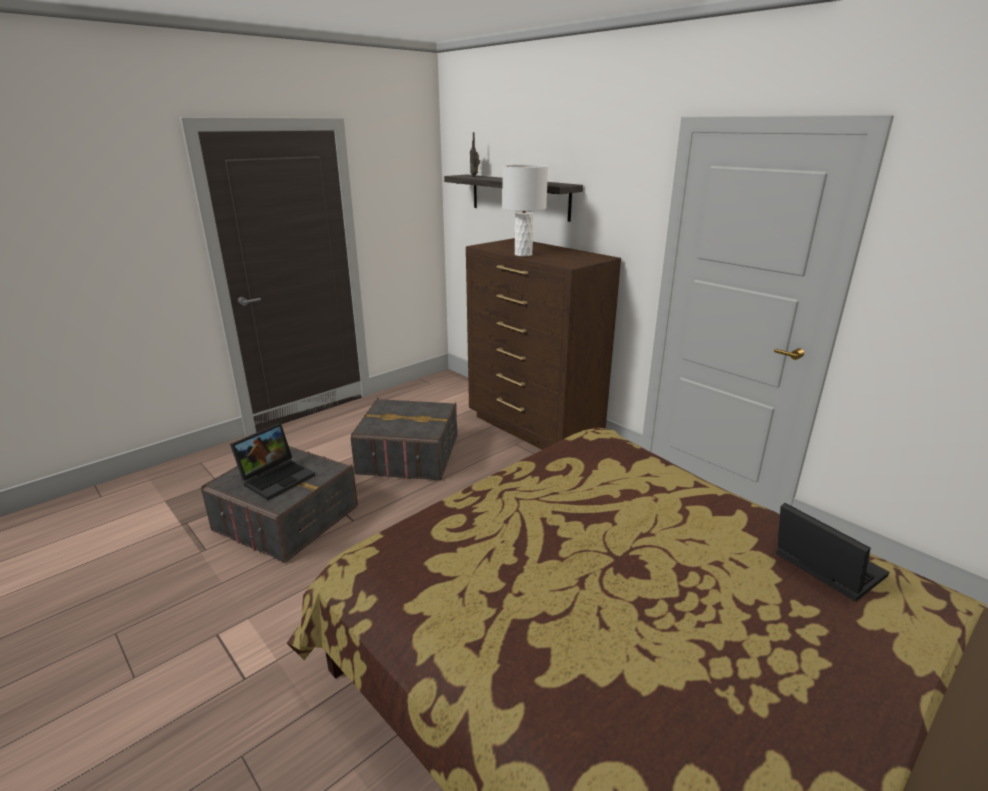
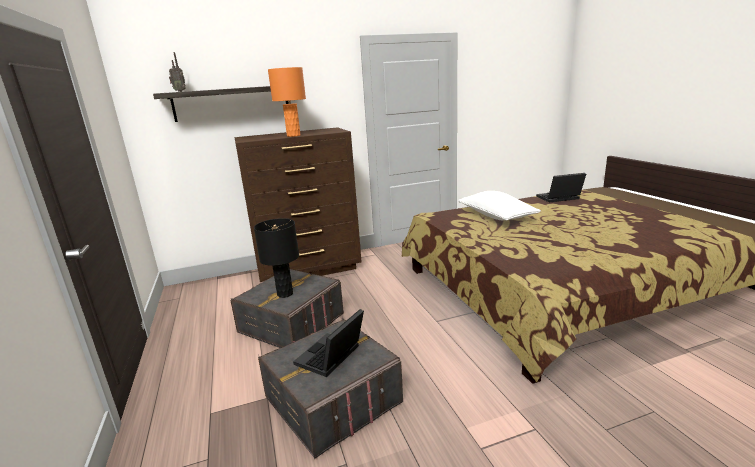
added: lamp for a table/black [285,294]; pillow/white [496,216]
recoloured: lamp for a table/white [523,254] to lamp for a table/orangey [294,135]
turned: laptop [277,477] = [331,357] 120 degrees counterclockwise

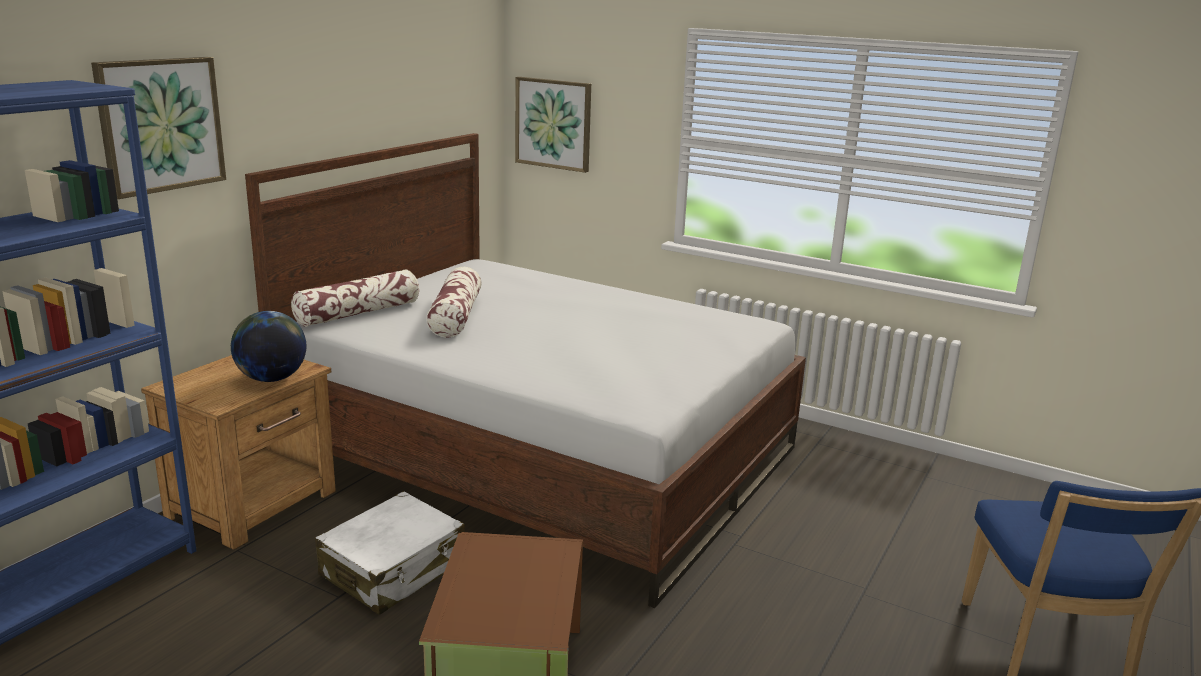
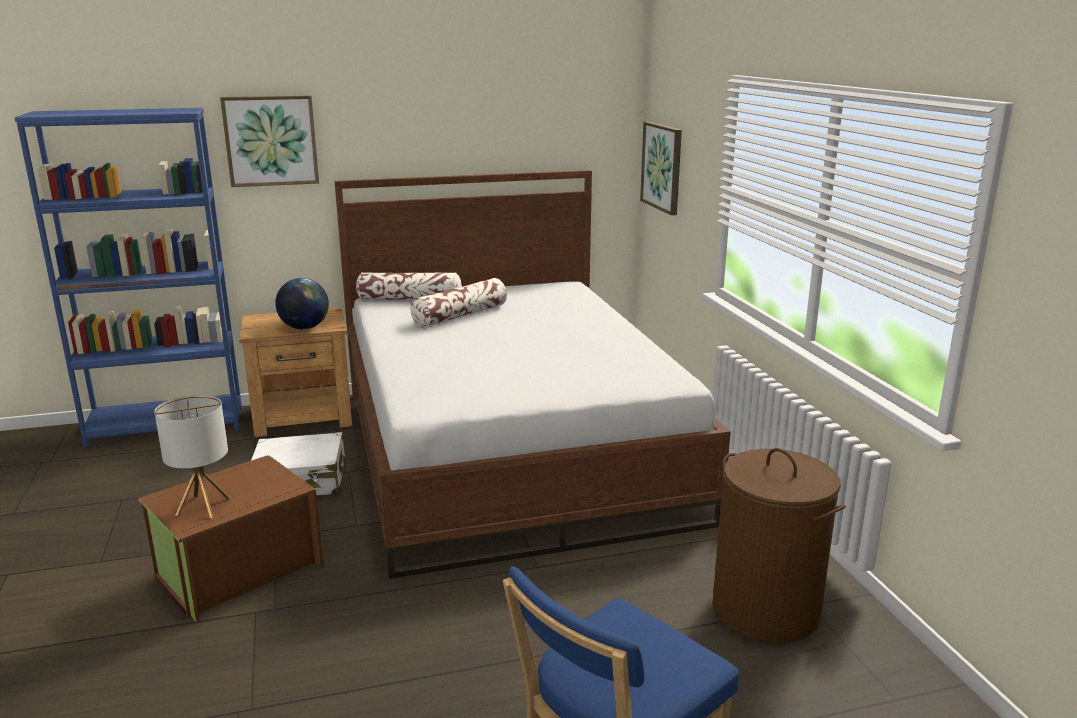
added: lamp for a table [203,506]; laundry basket/brownish [766,610]

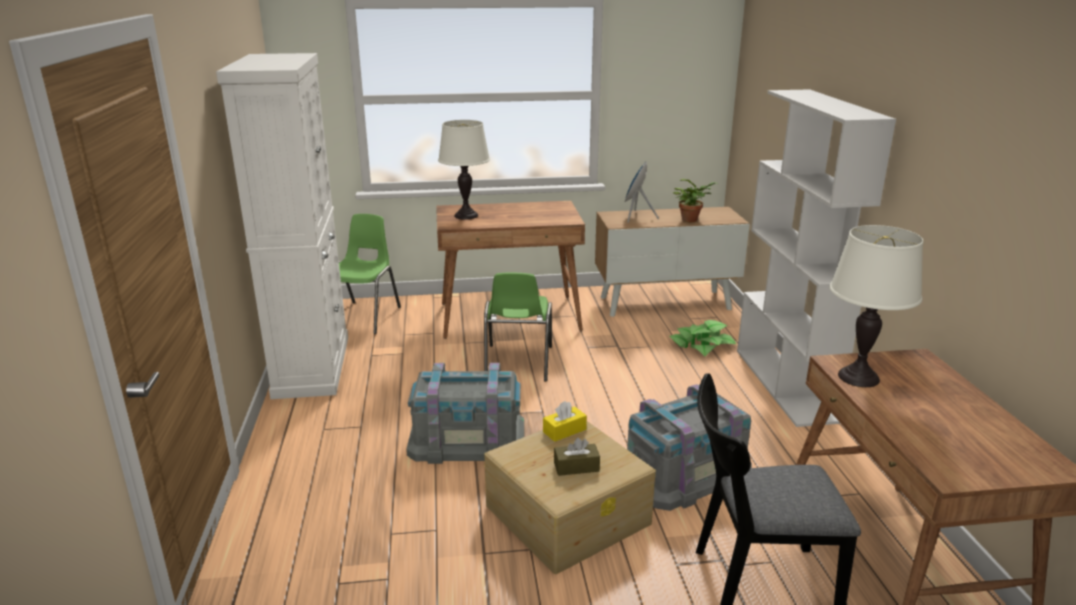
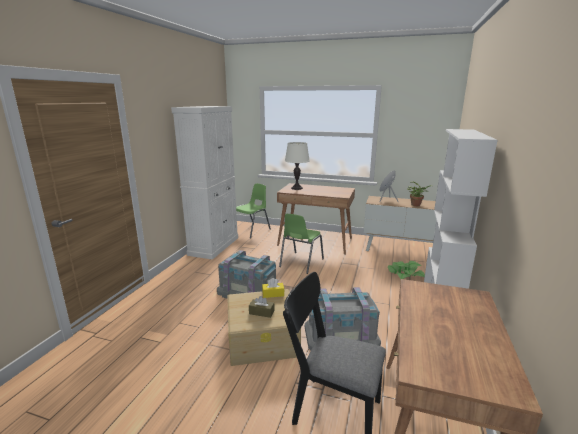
removed: lamp for a table/white [858,377]

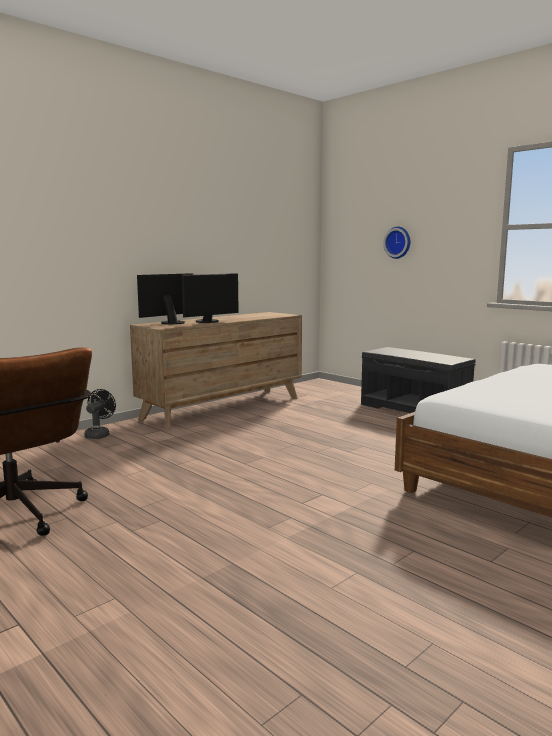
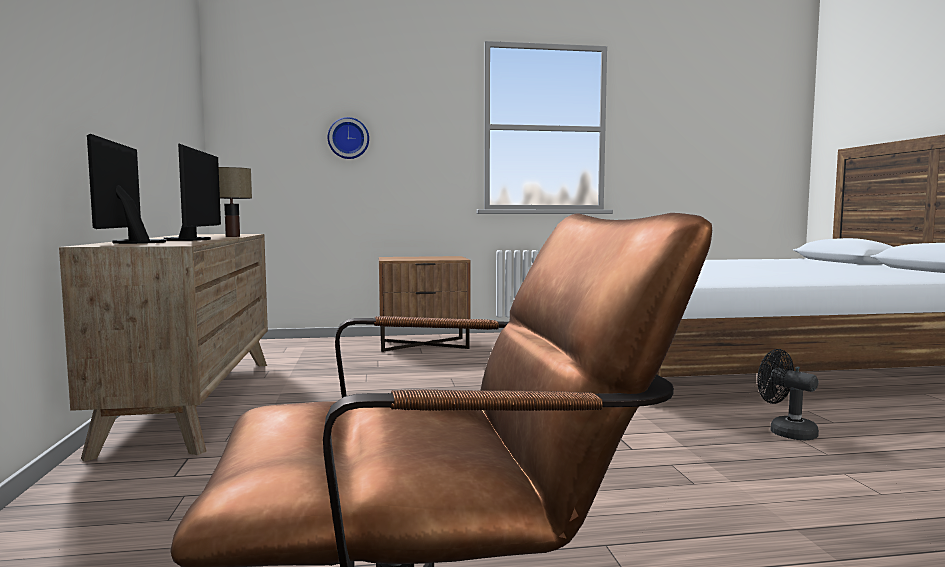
added: lamp for a table [233,236]
moved: cooling fan/black [99,434] to [785,432]
replaced: bench/greyish [415,409] to night table/brownish [424,344]

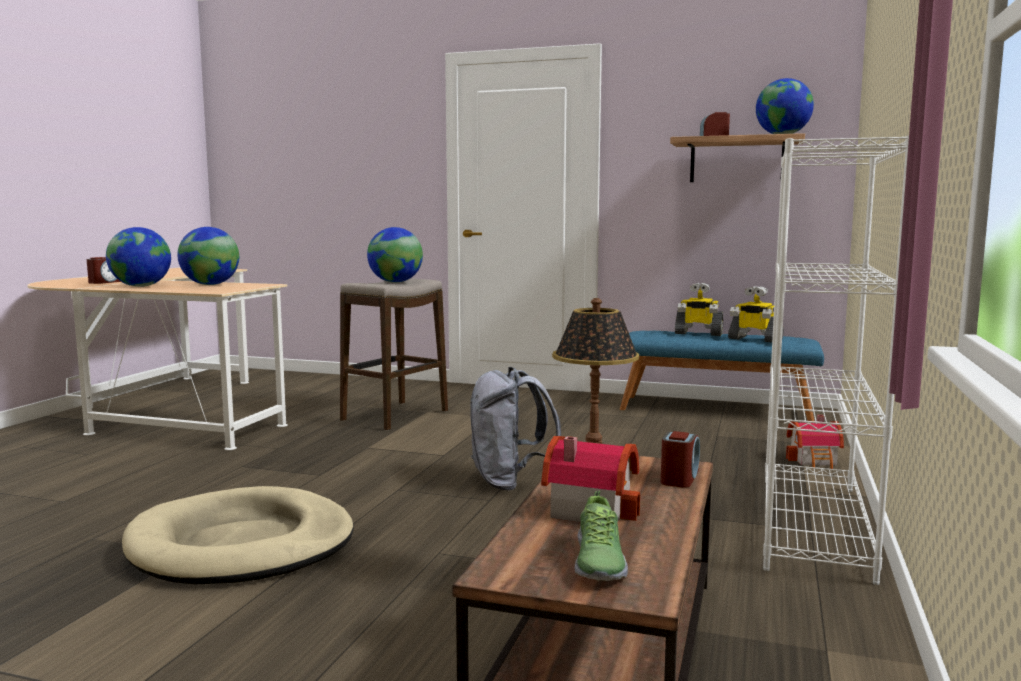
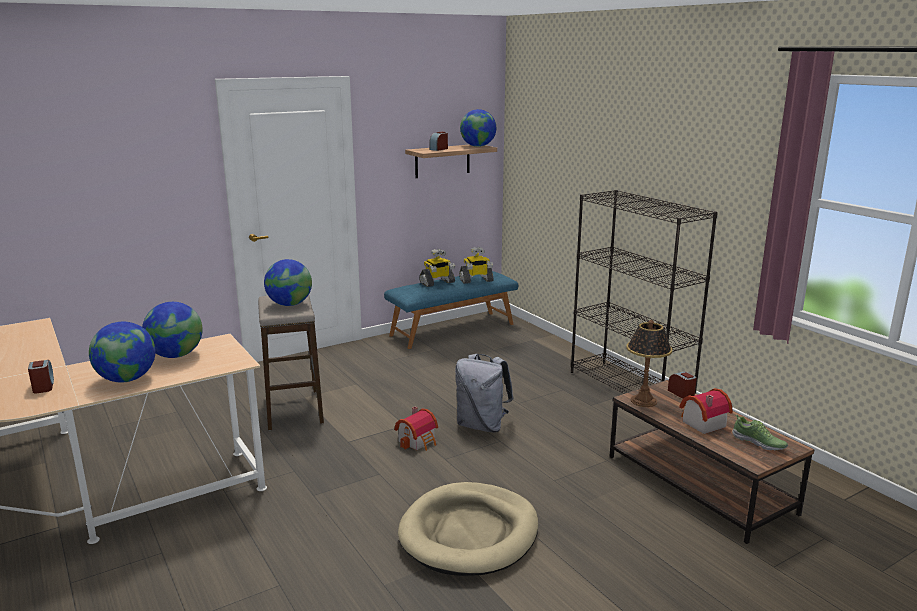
moved: model house [815,460] to [418,441]
recoloured: bookshelf/white [814,526] to bookshelf/black [630,389]

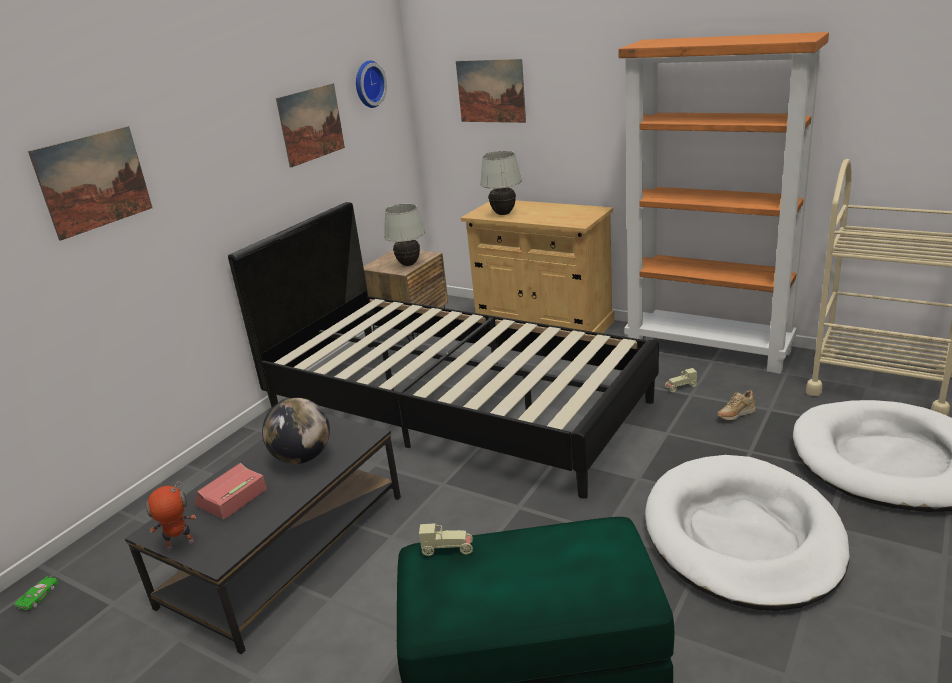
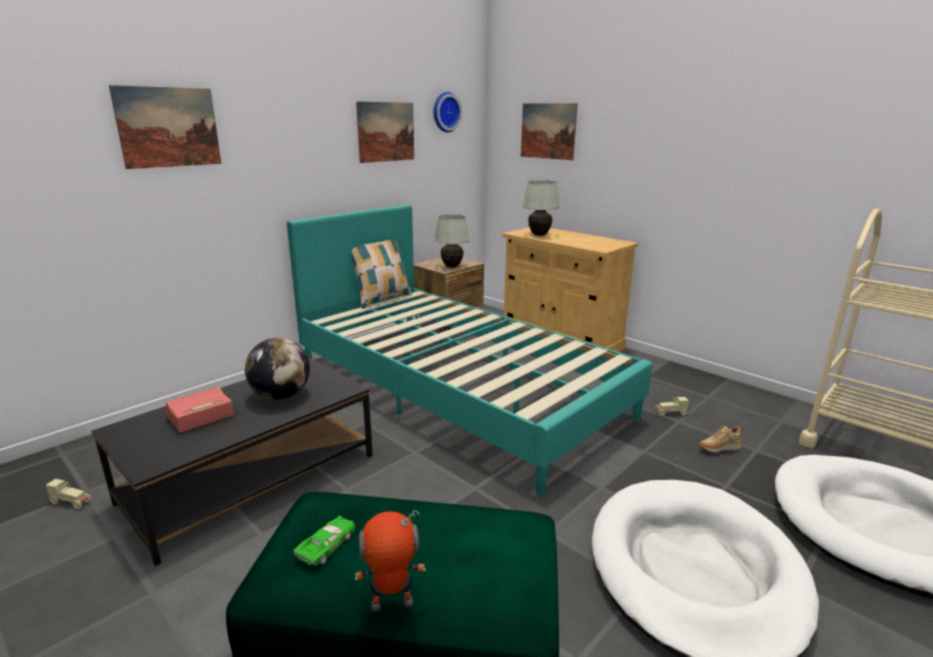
removed: bookshelf/orangey [709,349]
added: pillow [381,299]
moved: miniature car/green [39,596] to [327,545]; toy robot [180,545] to [392,606]; miniature car/beige-coloured [448,549] to [71,502]
recoloured: bed/black [455,406] to bed/blue-green [457,389]

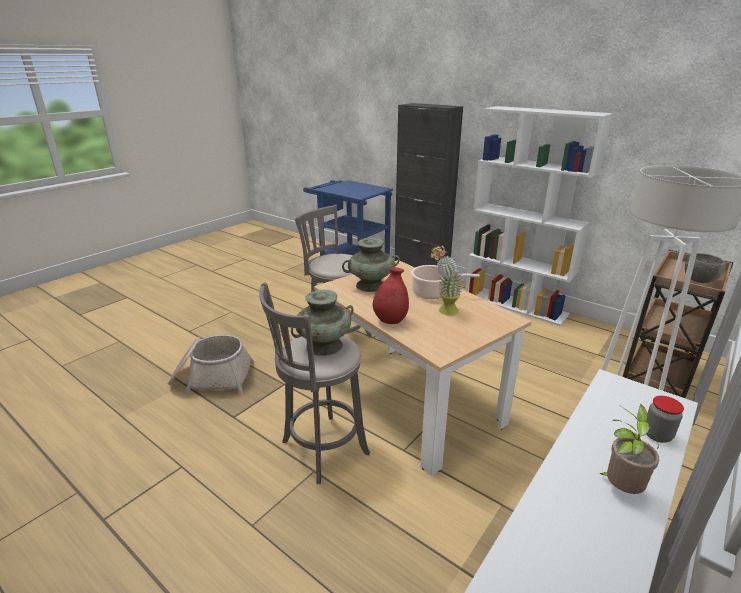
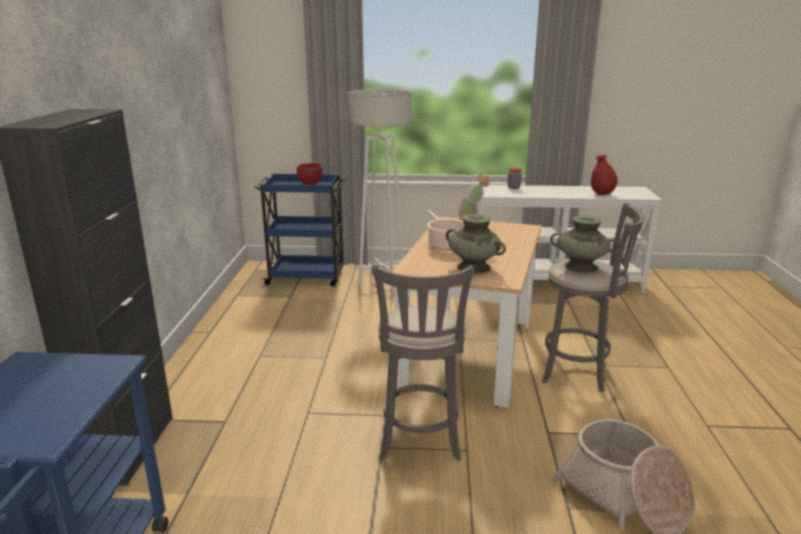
removed: bookshelf/white [516,305]; plant in a pot [619,488]
moved: vase/red [390,321] to [602,194]
recoloured: cart/brownish [657,378] to cart/bluish [307,277]; deep dish/greyish [699,280] to deep dish/red [309,183]

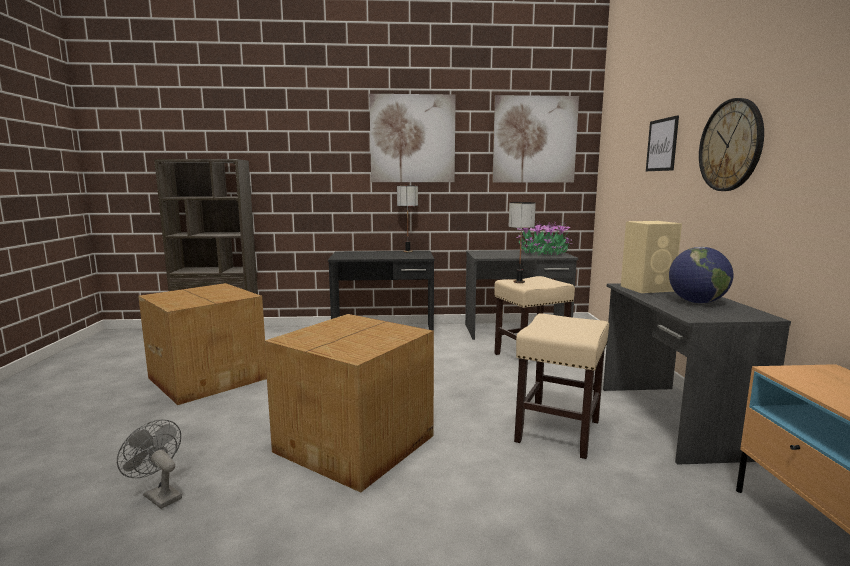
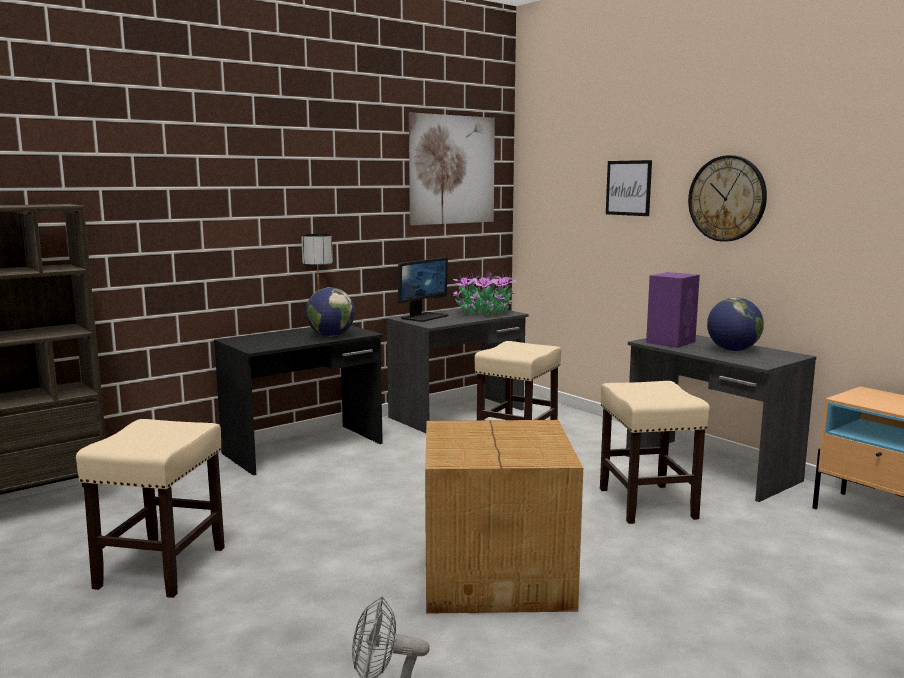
removed: wall art [412,139]; lamp for a table [519,282]
added: globe [331,335]; monitor [424,317]
replaced: carton [208,377] to stool/beige-coloured [162,566]
recoloured: loudspeaker/beige-coloured [648,288] to loudspeaker/purplish [671,342]

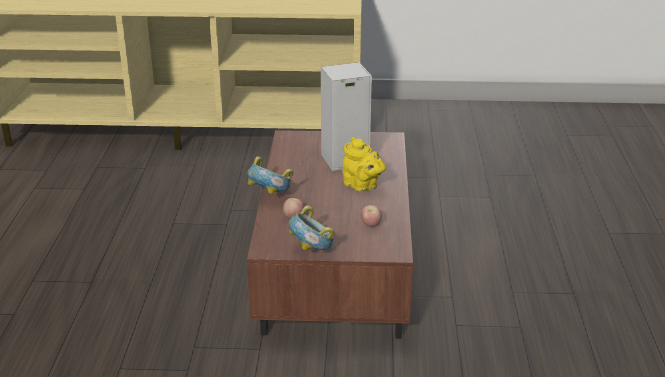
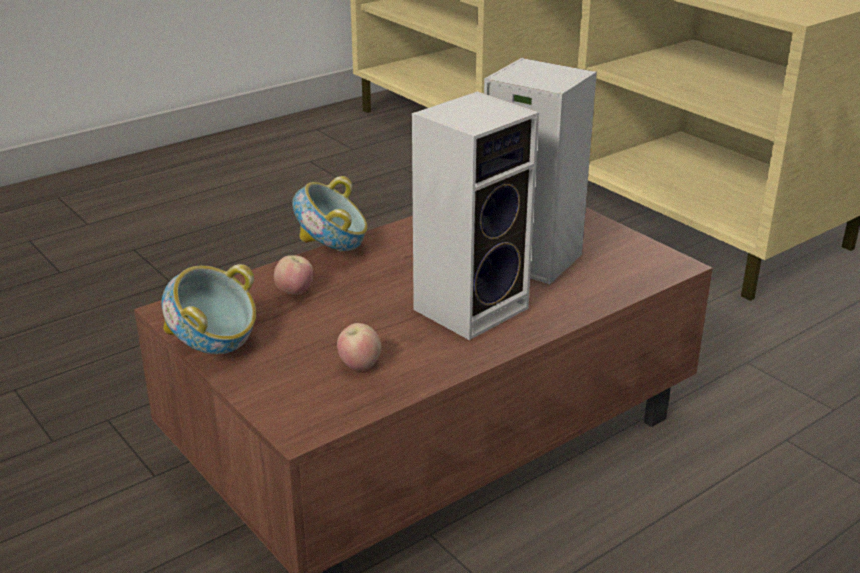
replaced: pot for tea/yellowish [362,186] to loudspeaker [472,306]

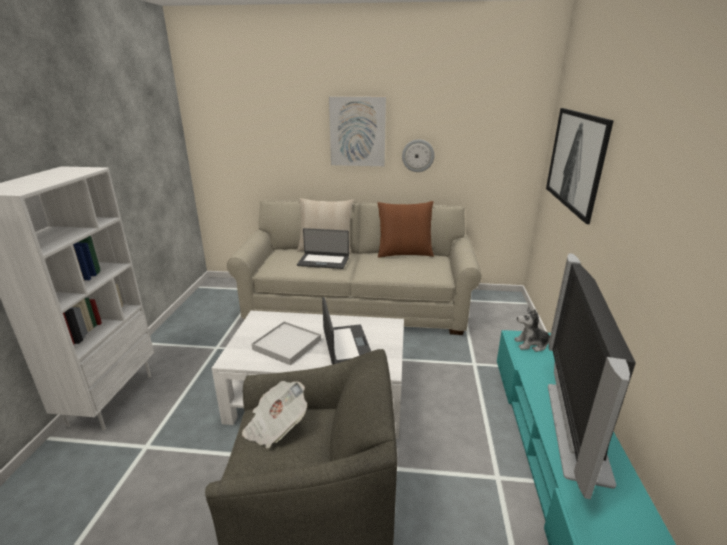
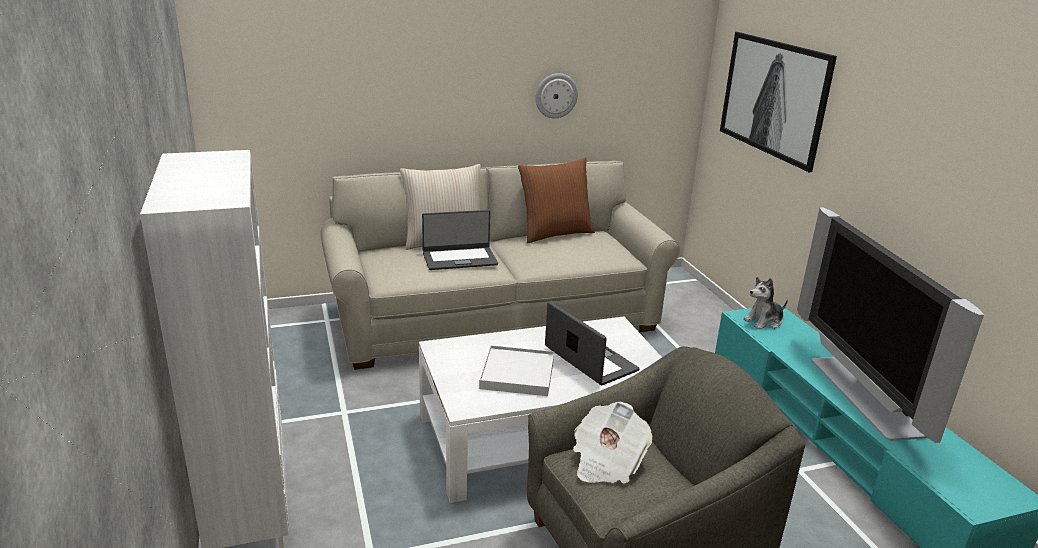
removed: wall art [357,131]

